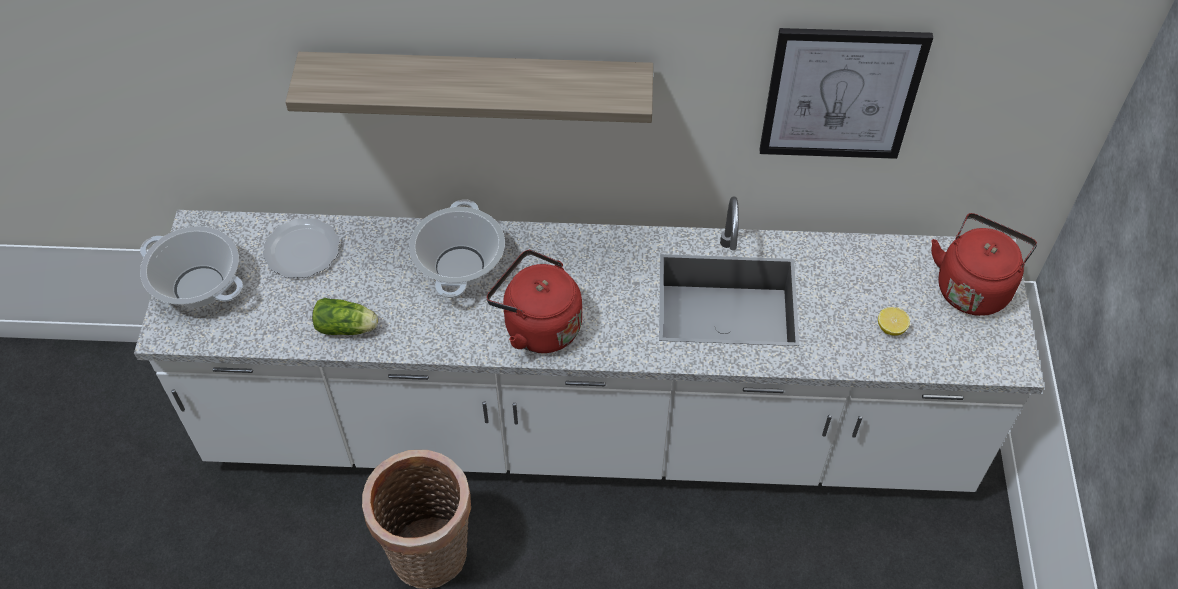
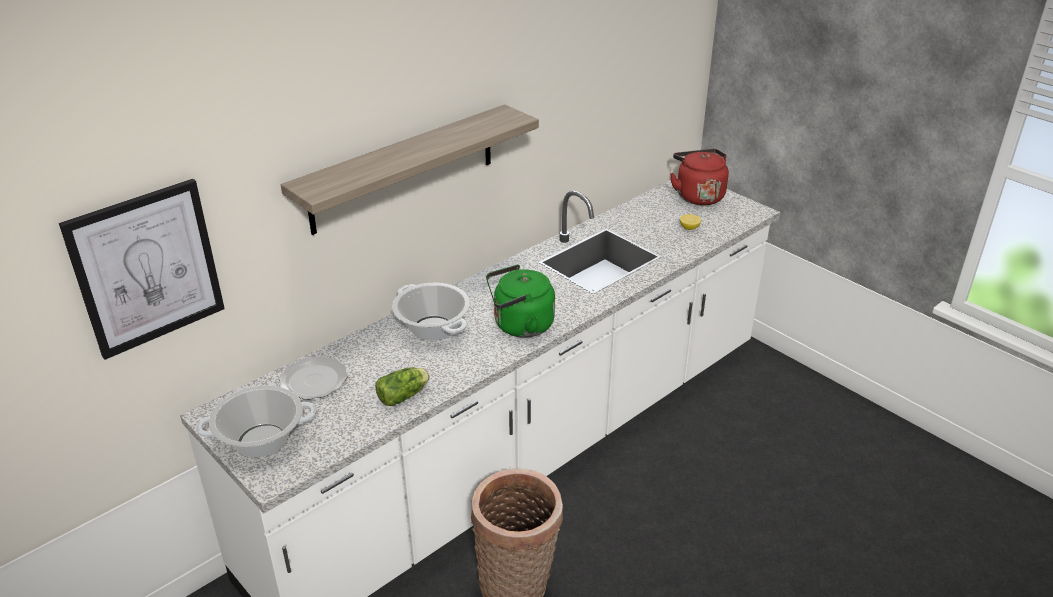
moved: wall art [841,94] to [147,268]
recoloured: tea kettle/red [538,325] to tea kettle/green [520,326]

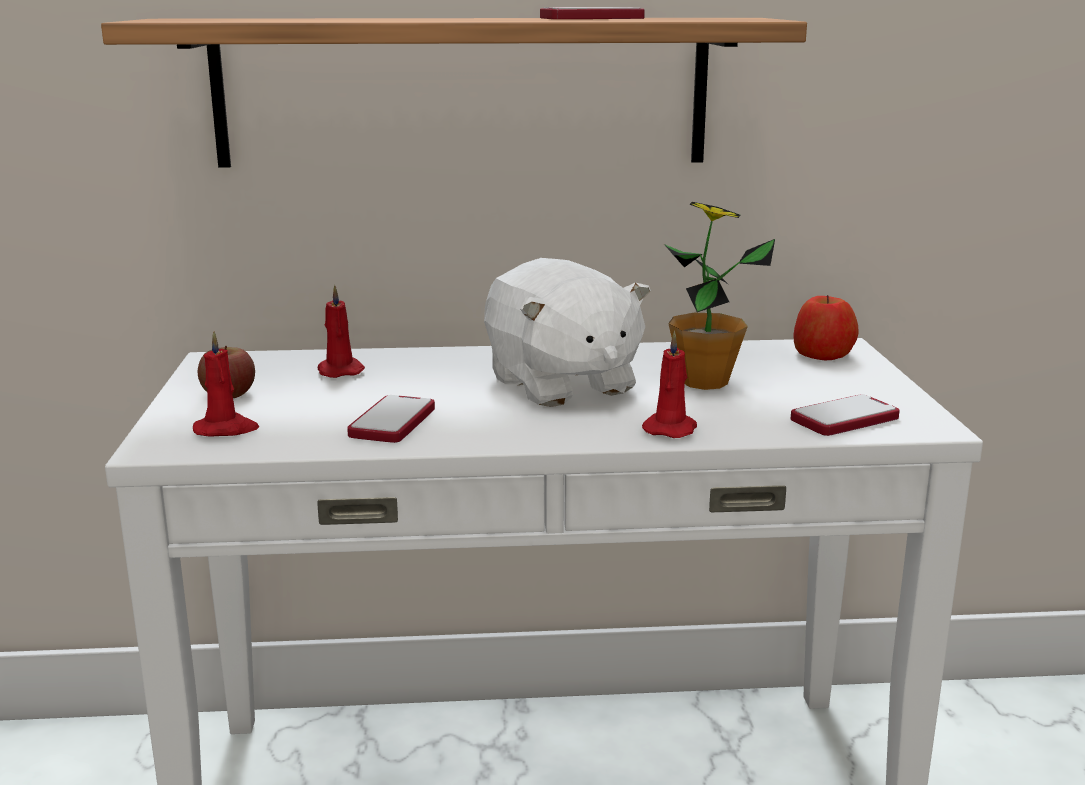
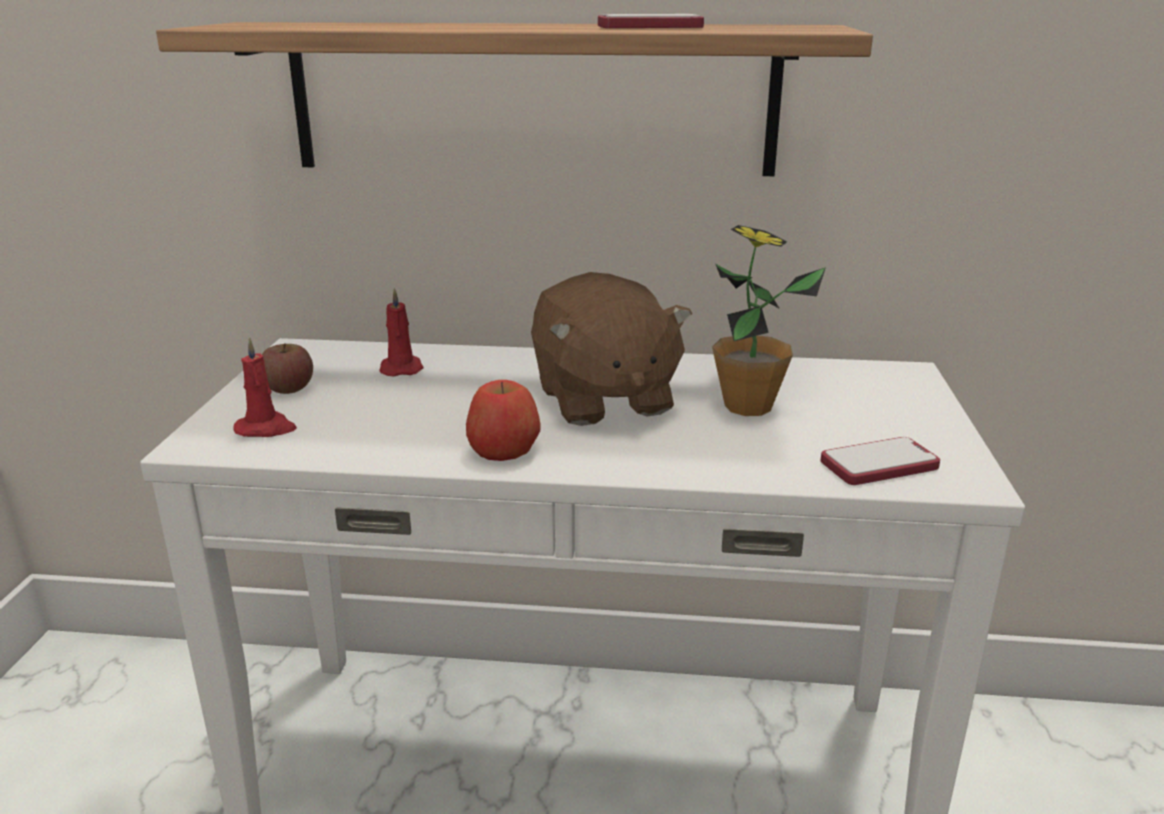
removed: telephone [392,422]; wax light/red [671,429]
moved: whole apple [823,354] to [504,450]
recoloured: cuddly toy/white [561,385] to cuddly toy/brownish [602,400]

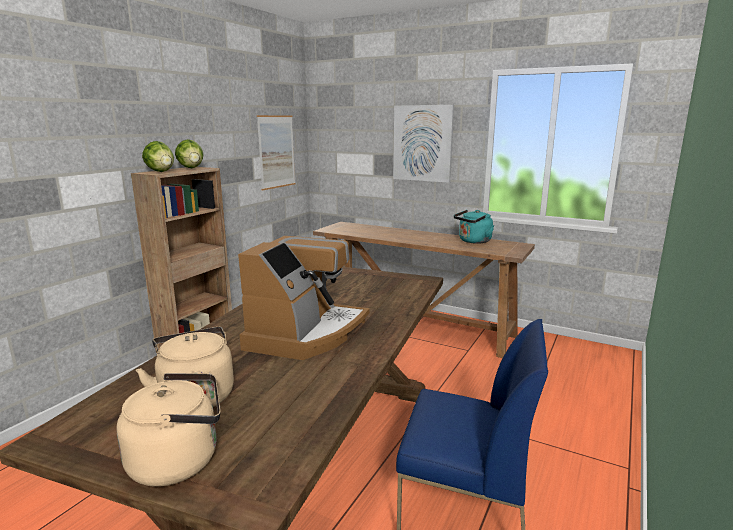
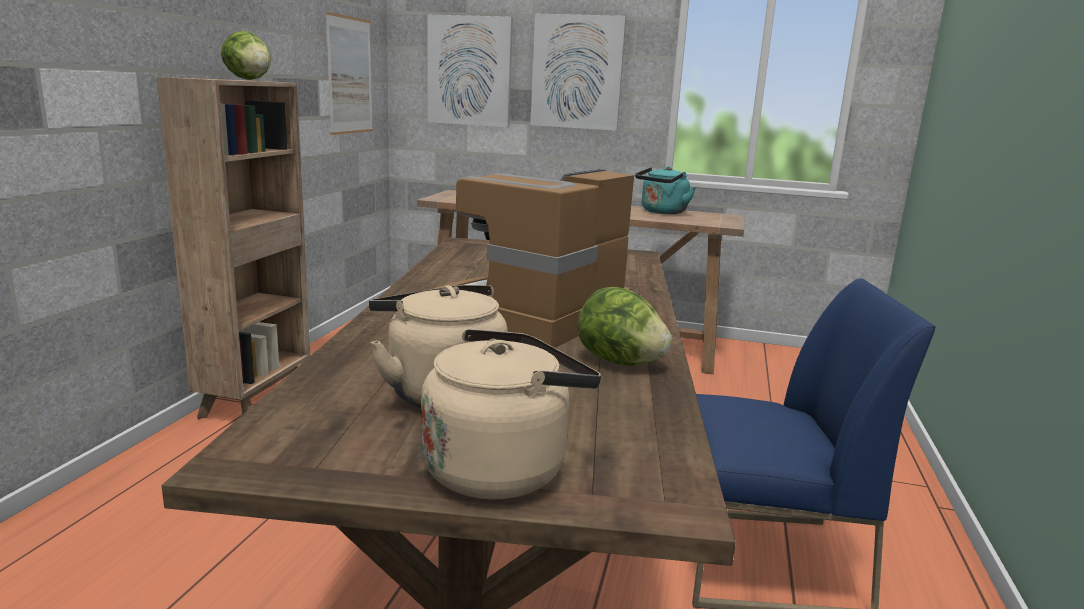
added: wall art [469,71]
moved: head of lettuce [161,172] to [619,362]
turned: coffee machine [306,334] = [533,315] 150 degrees counterclockwise

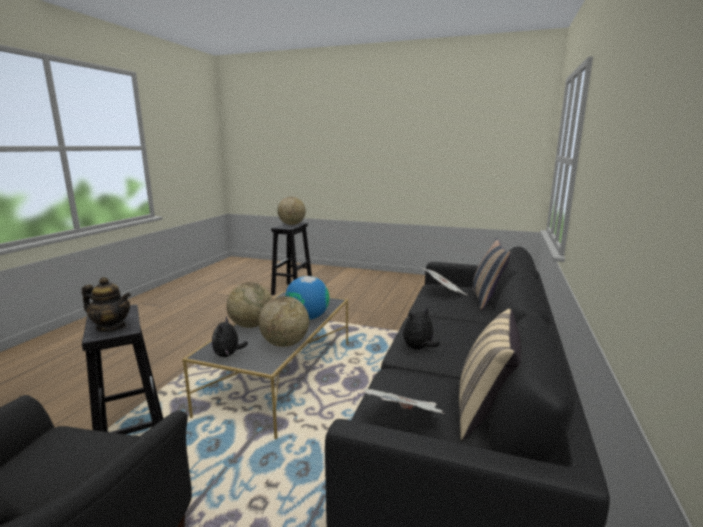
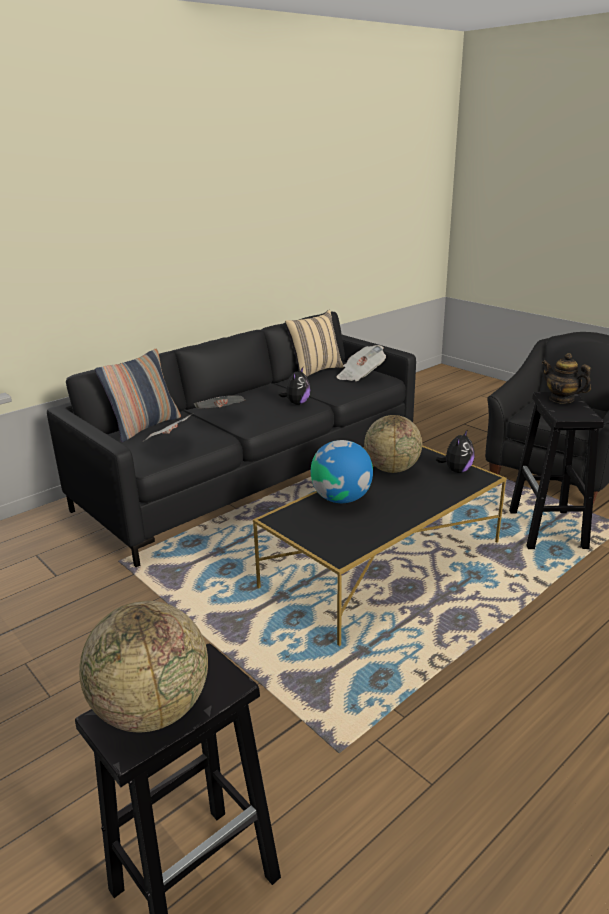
removed: globe [251,325]
added: newspaper [220,416]
turned: cuddly toy [418,348] = [297,403] 60 degrees counterclockwise

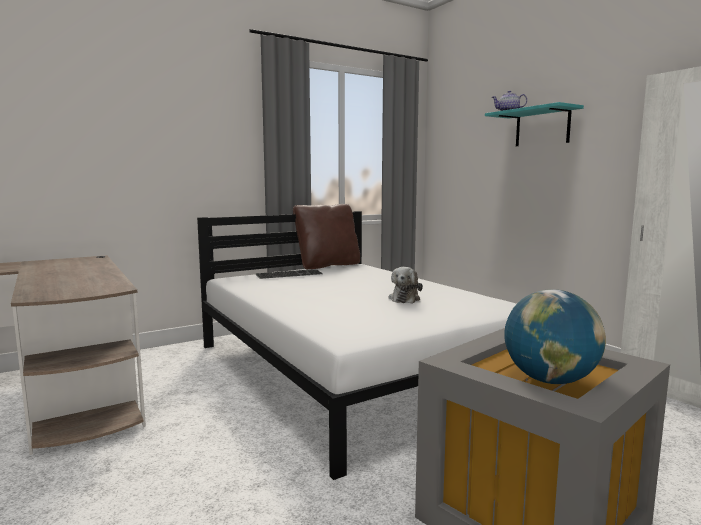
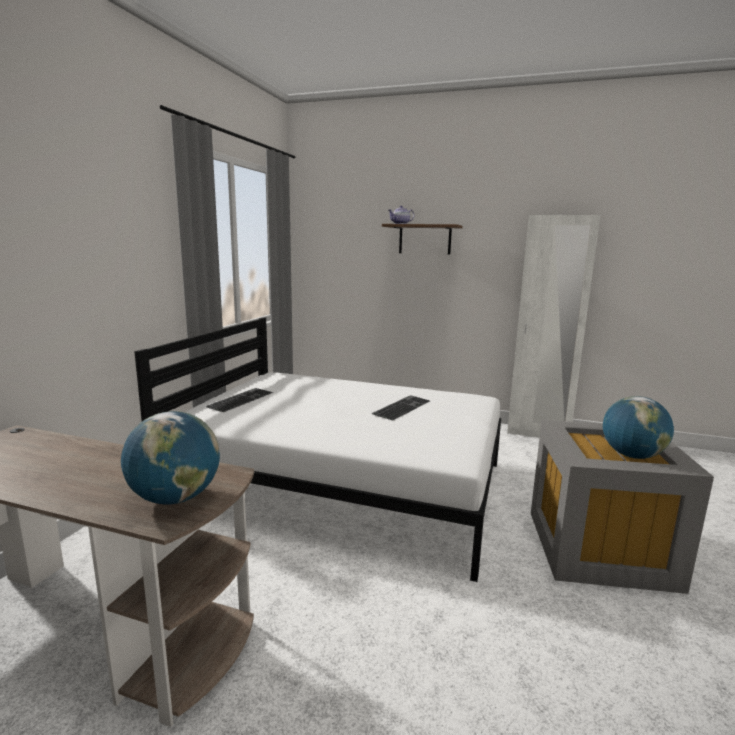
removed: pillow/brownish [327,265]
added: globe [175,498]
replaced: cuddly toy [405,298] to computer keyboard [401,407]
recoloured: bracket shelf/blue-green [542,127] to bracket shelf/brownish [425,239]

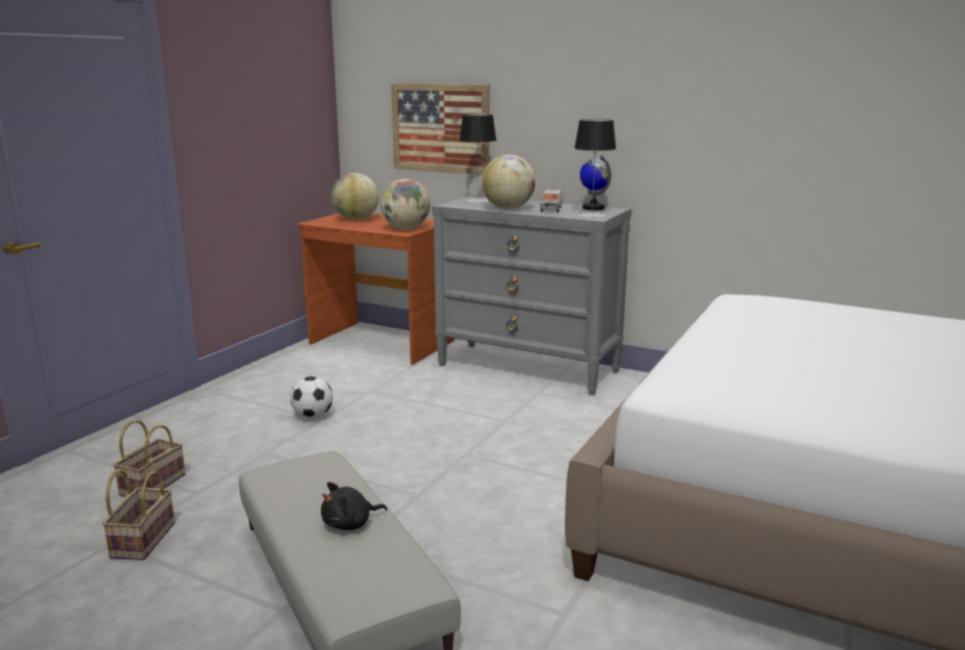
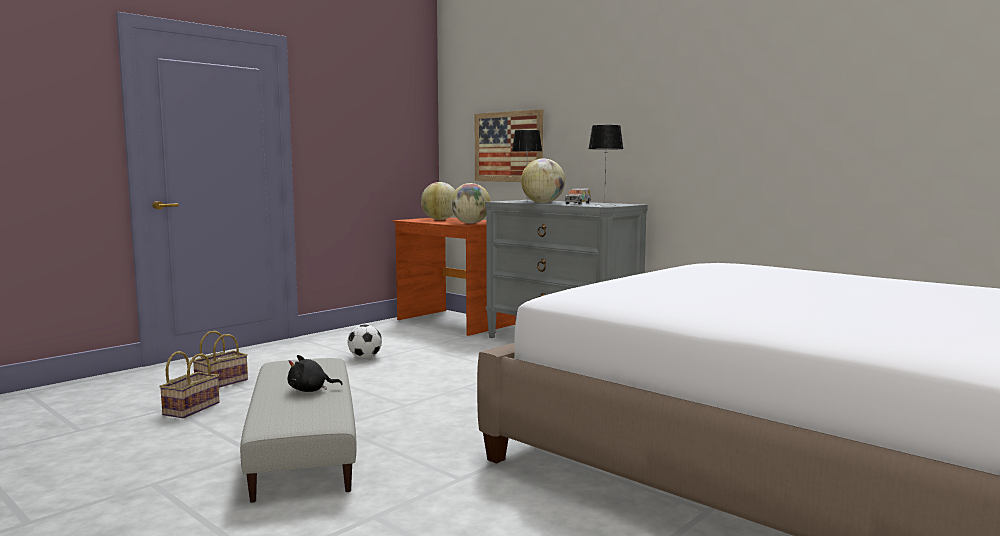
removed: globe [593,208]

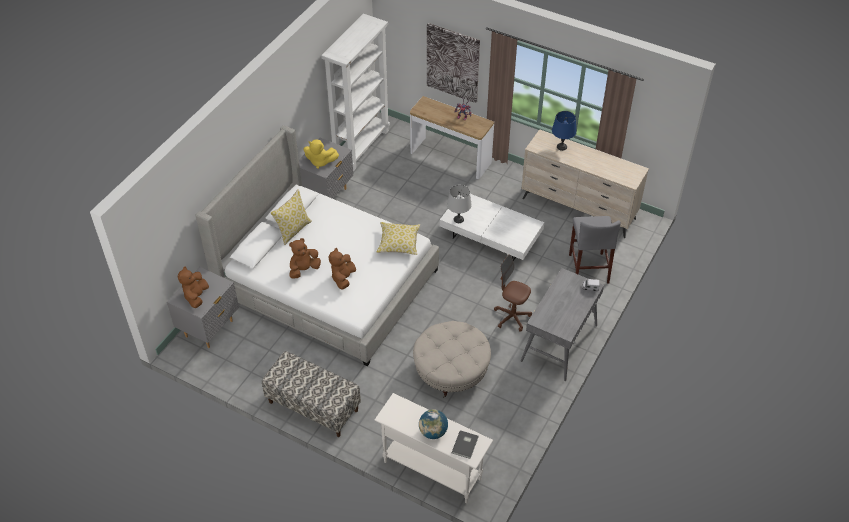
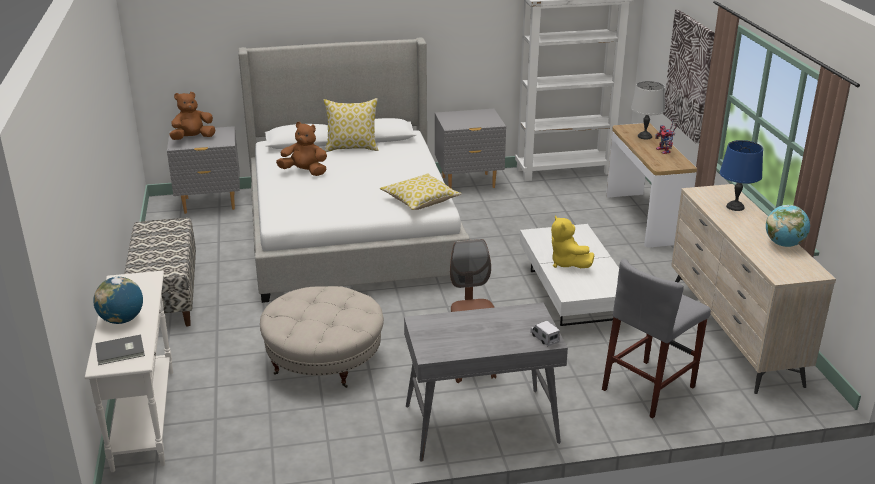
removed: cuddly toy/brownish [343,278]
added: globe [784,244]
moved: cuddly toy/yellowish [320,162] to [567,263]; lamp for a table/greyish [459,219] to [645,136]

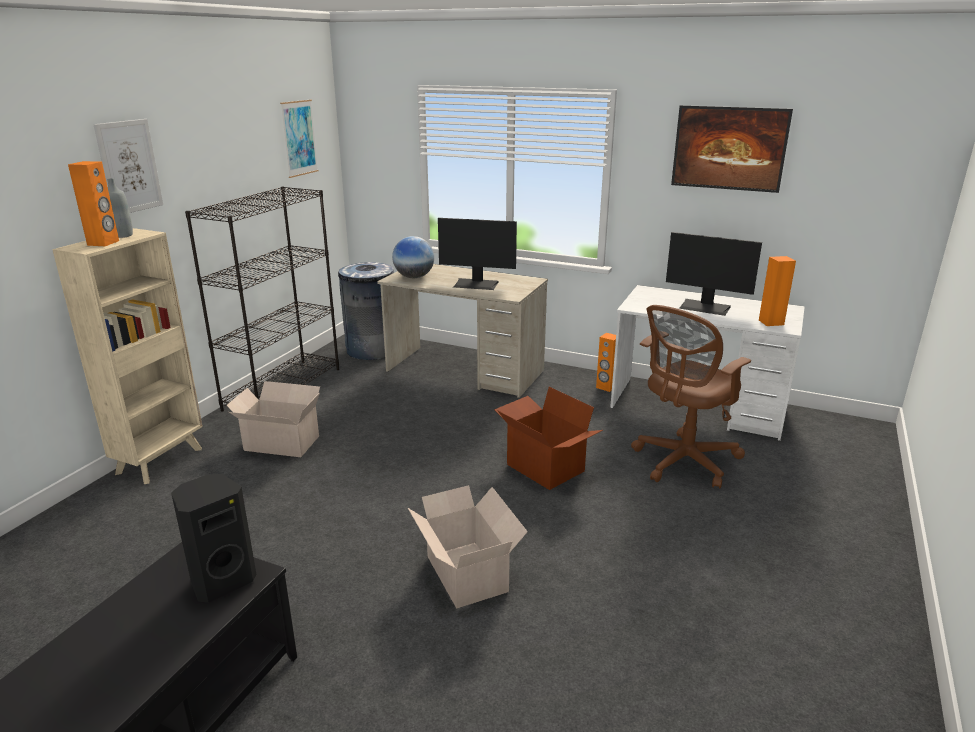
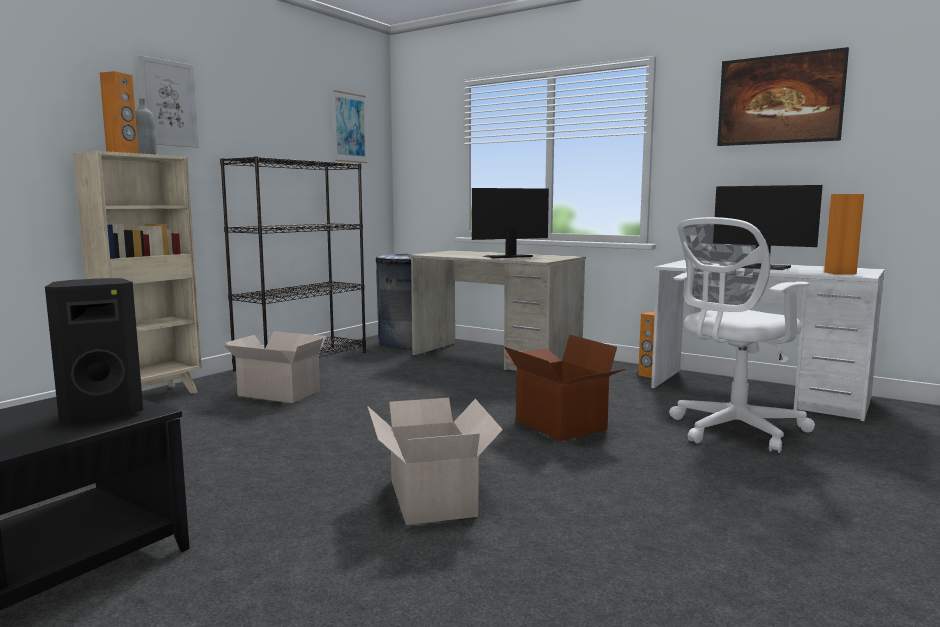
removed: globe [414,277]
recoloured: desk chair/brownish [682,462] to desk chair/white [732,431]
turned: monitor [476,284] = [507,256] 135 degrees clockwise

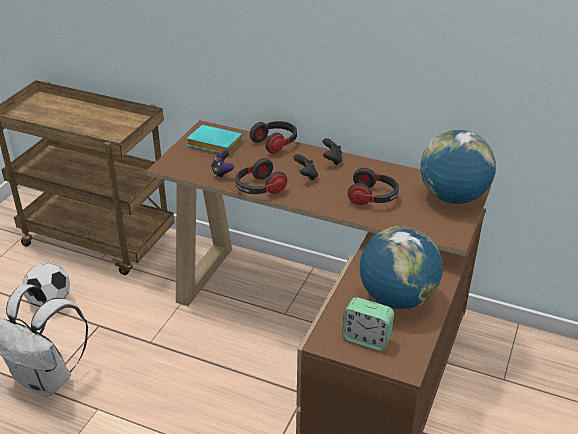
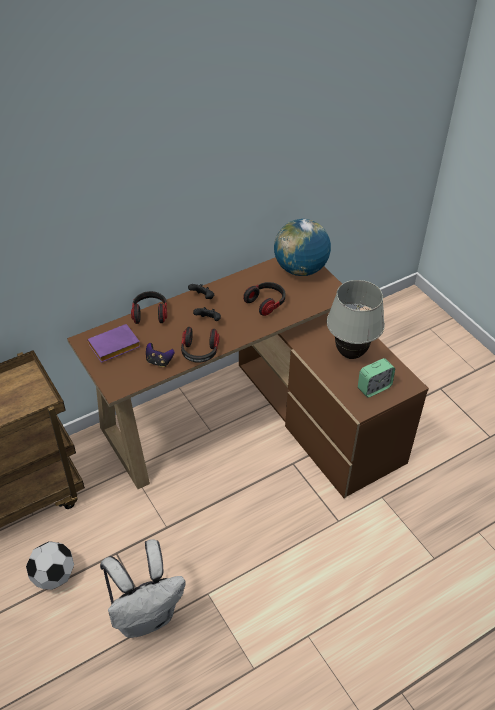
replaced: globe [397,298] to lamp for a table/white [350,353]
recoloured: bound book/blue-green [213,144] to bound book/purplish [113,347]

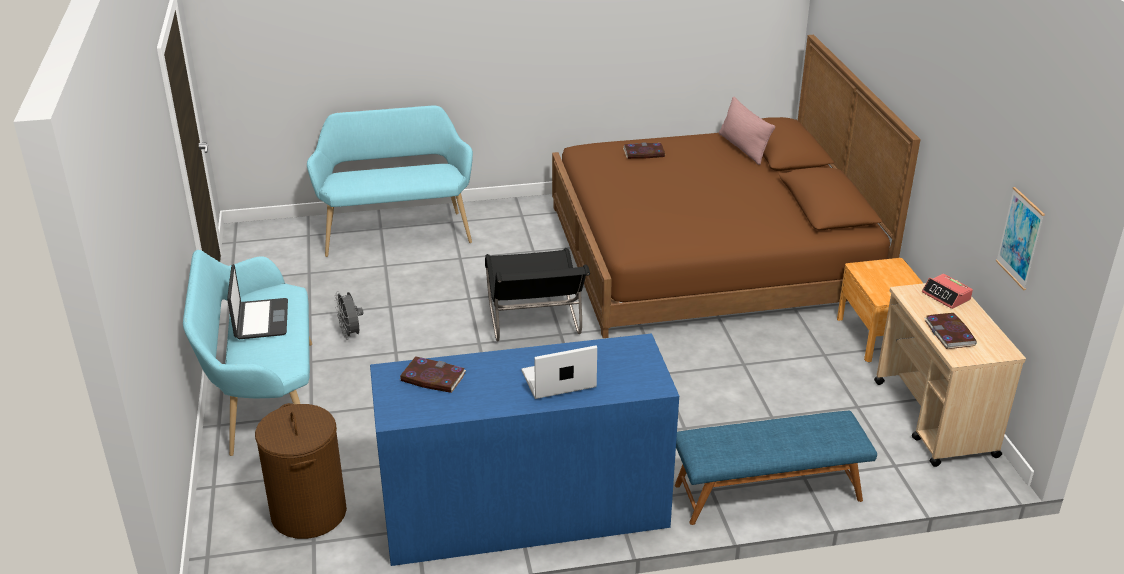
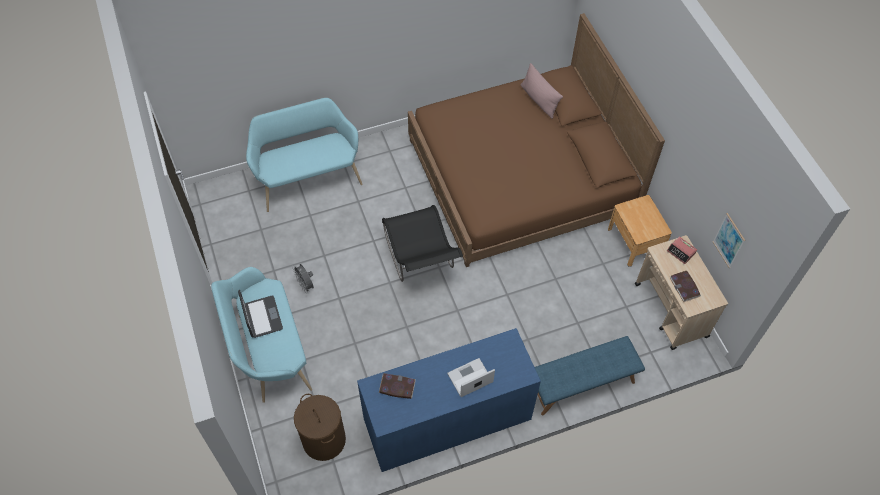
removed: bound book [643,153]

